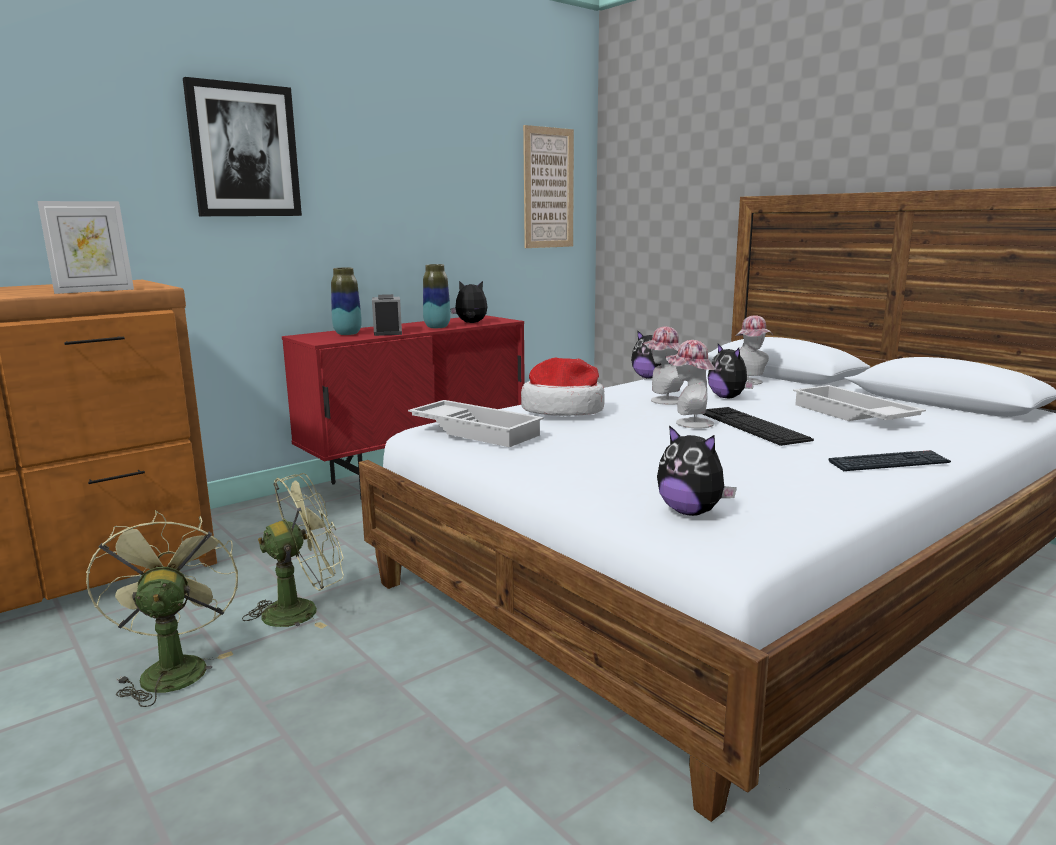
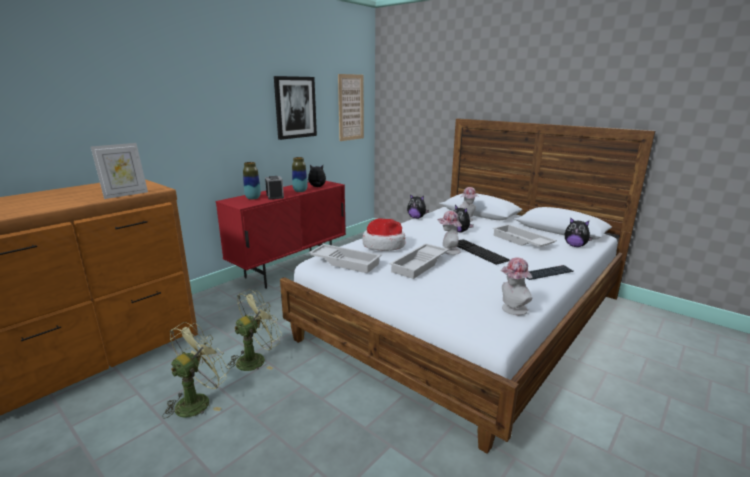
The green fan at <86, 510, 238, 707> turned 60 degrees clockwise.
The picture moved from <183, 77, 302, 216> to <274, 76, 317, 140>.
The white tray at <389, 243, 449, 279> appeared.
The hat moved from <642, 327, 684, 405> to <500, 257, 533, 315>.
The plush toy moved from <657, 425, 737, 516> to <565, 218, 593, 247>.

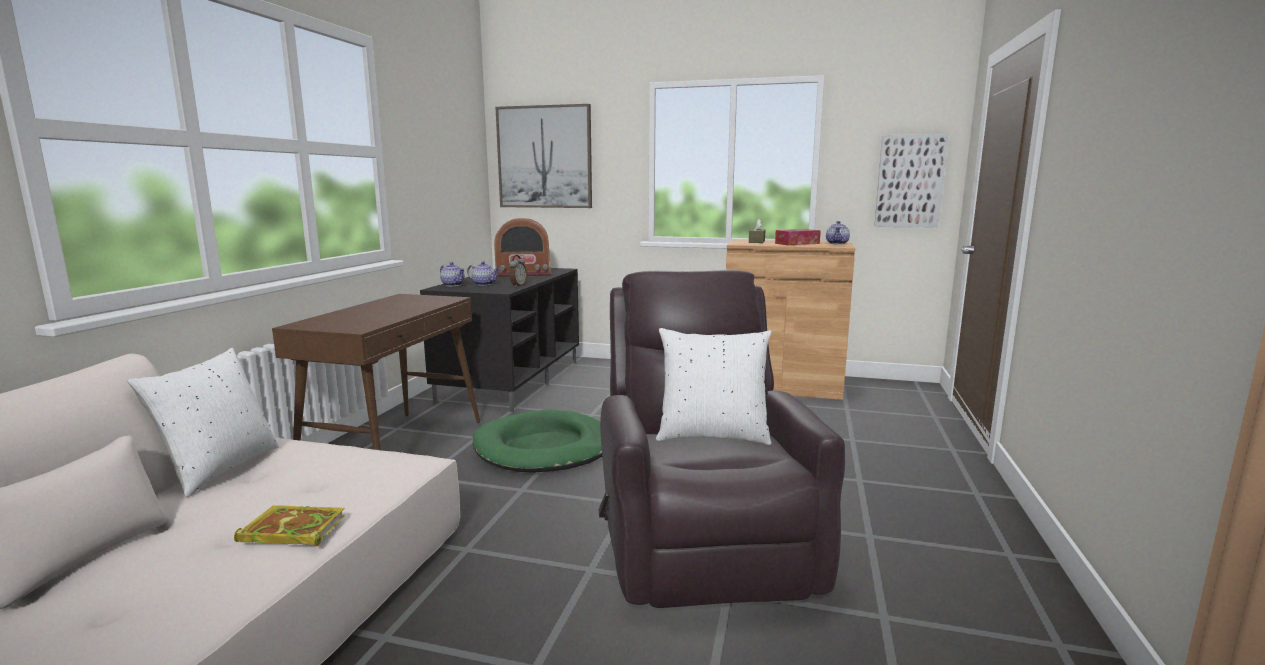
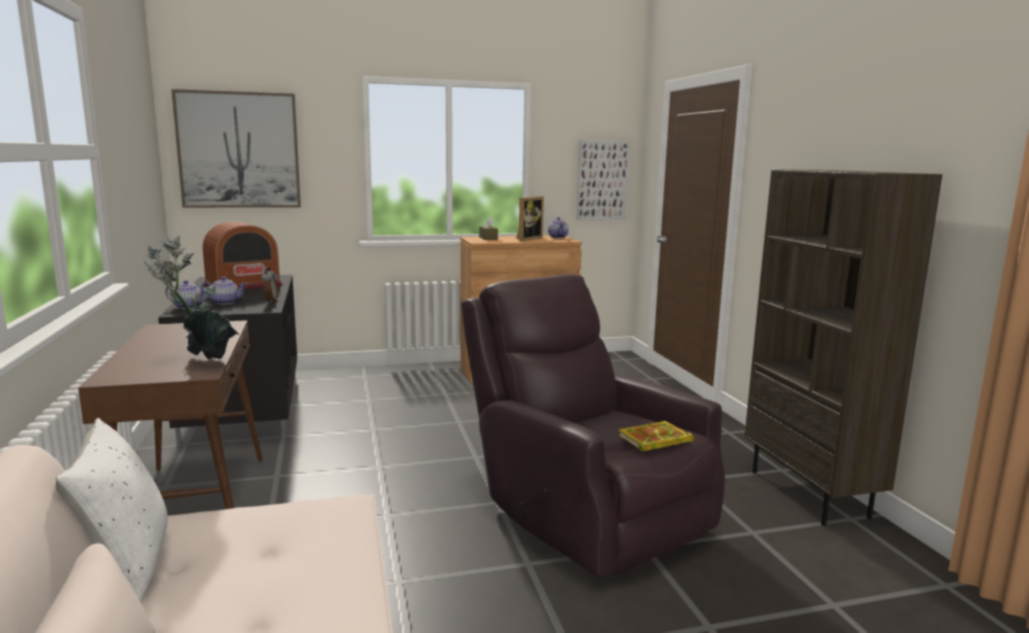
The potted plant at <145, 236, 239, 360> appeared.
The tissue box at <775, 229, 821, 245> was replaced by the picture frame at <516, 196, 544, 241>.
The book moved from <234, 505, 345, 546> to <619, 421, 694, 451>.
The brown bookcase at <744, 169, 943, 526> appeared.
The green dog bed at <473, 410, 602, 473> disappeared.
The white pillow at <656, 328, 772, 445> disappeared.

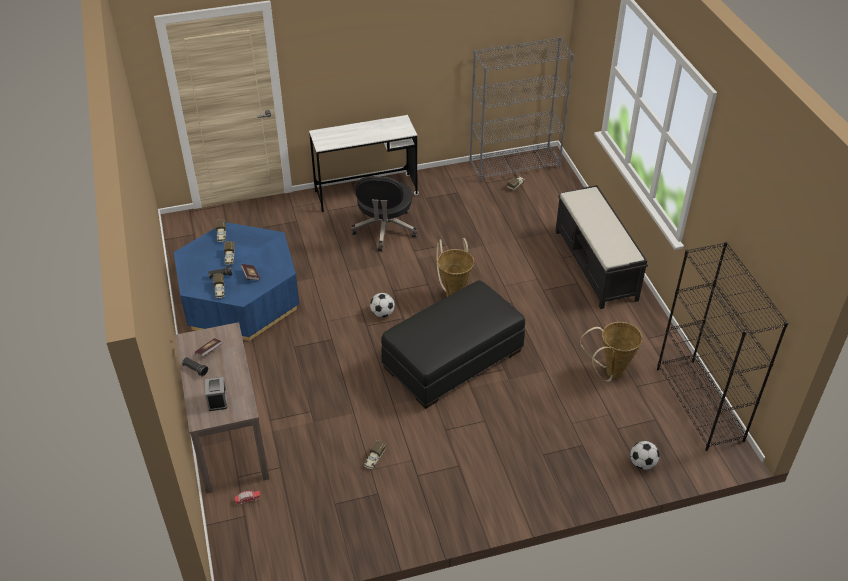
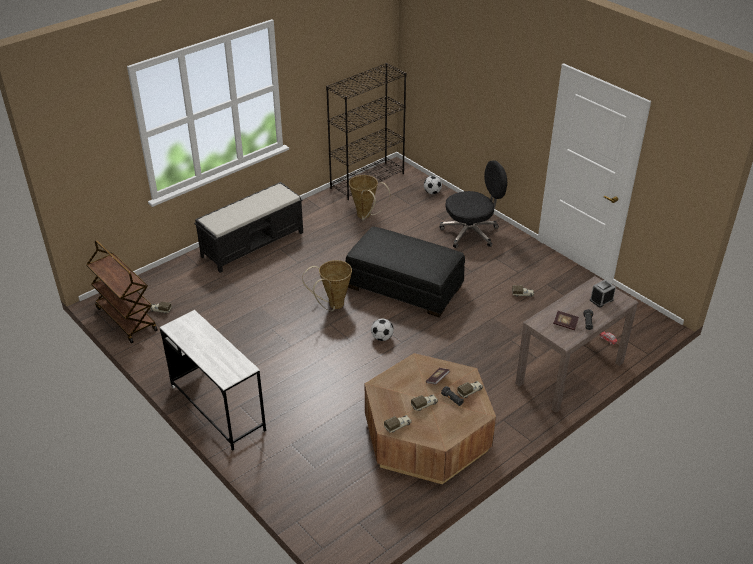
The grey bookcase at <469, 37, 574, 182> was replaced by the brown cart at <86, 240, 158, 343>.
The blue coffee table at <174, 222, 300, 341> became the brown coffee table at <365, 353, 496, 484>.
The black office chair moved from <351, 176, 418, 251> to <439, 160, 507, 248>.

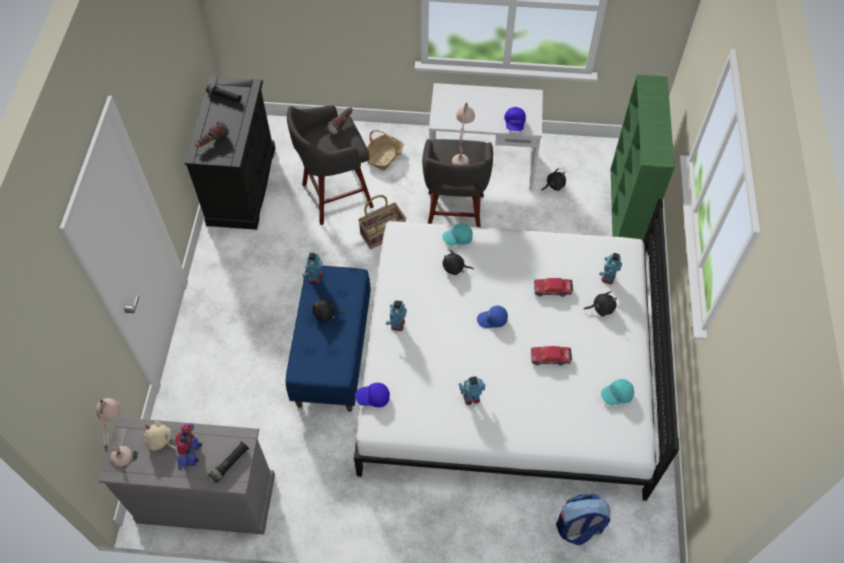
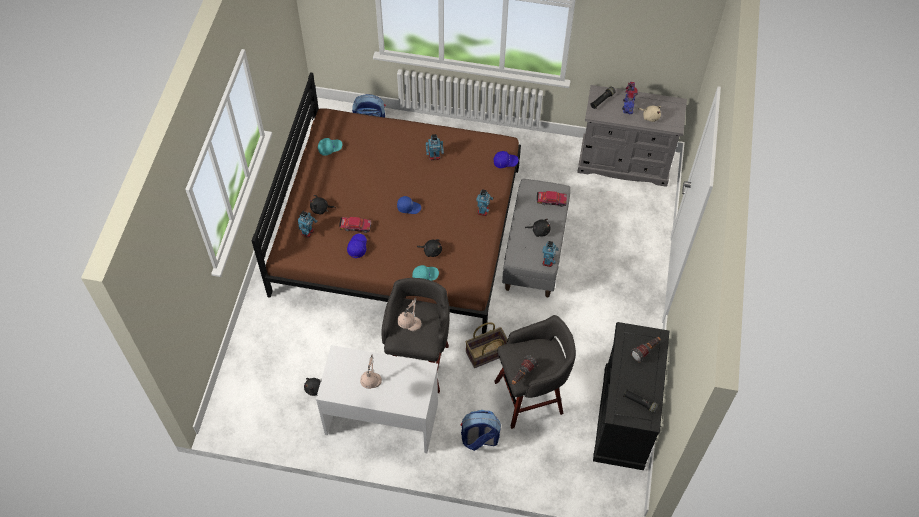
The white bed at <354, 199, 679, 501> became the brown bed at <252, 72, 521, 334>.
The blue cap moved from <504, 107, 526, 131> to <347, 233, 367, 258>.
The beige table lamp moved from <96, 398, 138, 468> to <360, 355, 382, 389>.
The basket at <367, 130, 404, 171> was replaced by the backpack at <461, 410, 501, 451>.
The blue bench at <286, 266, 371, 412> became the grey bench at <502, 179, 570, 297>.
The toy car moved from <531, 346, 572, 366> to <537, 191, 567, 207>.
The green bookcase at <611, 75, 675, 241> disappeared.

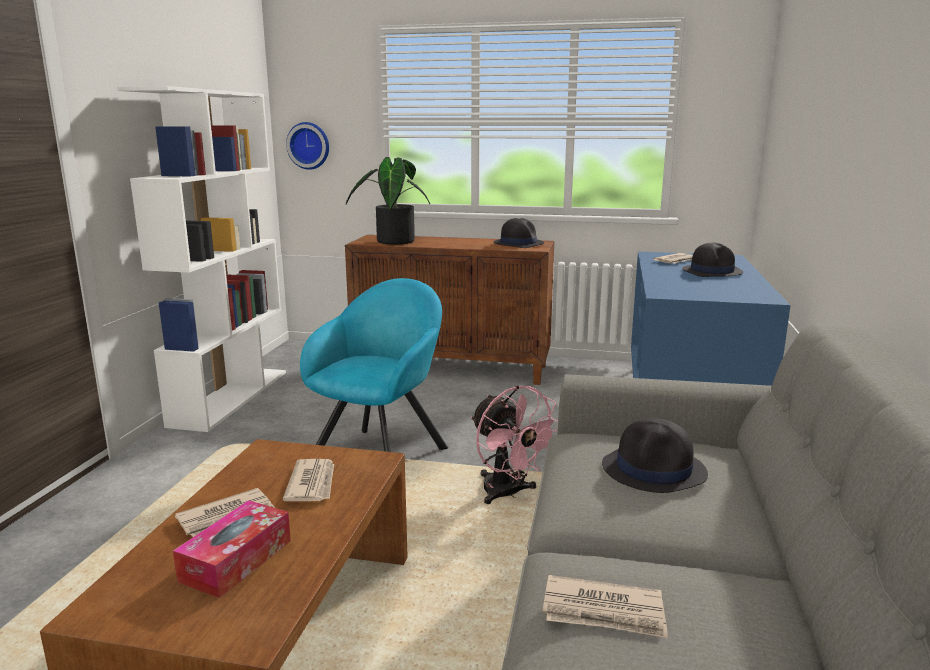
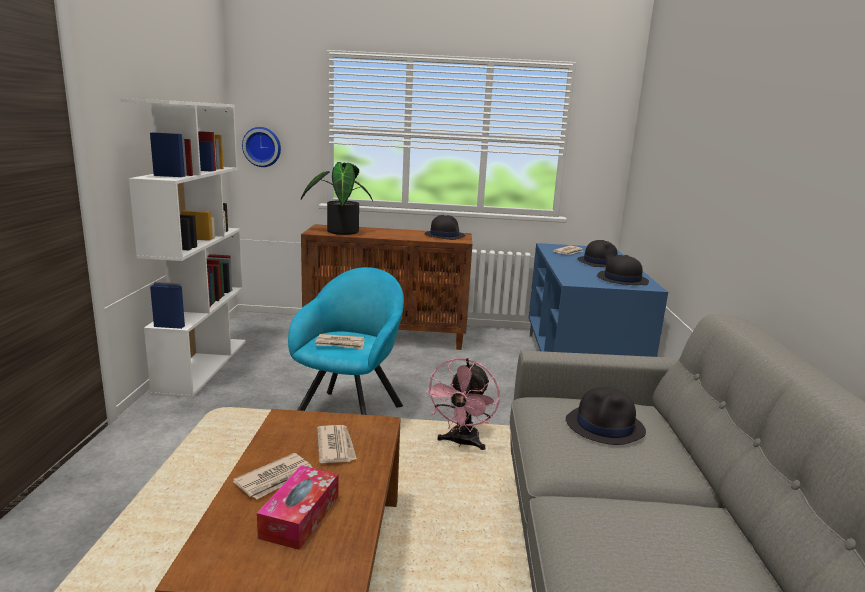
The newspaper moved from <543, 575, 668, 638> to <315, 334, 365, 349>.
The pink fan at <471, 385, 558, 504> turned 60 degrees clockwise.
The black hat at <597, 255, 649, 285> appeared.

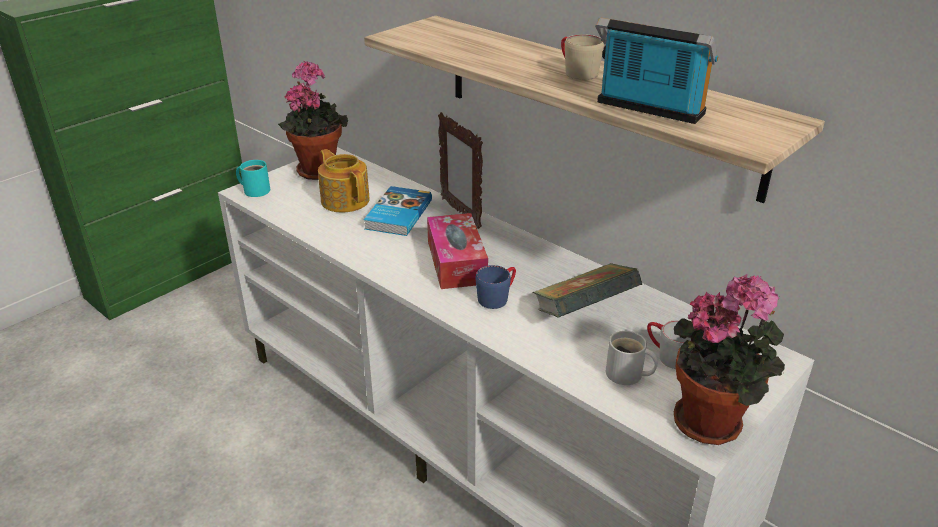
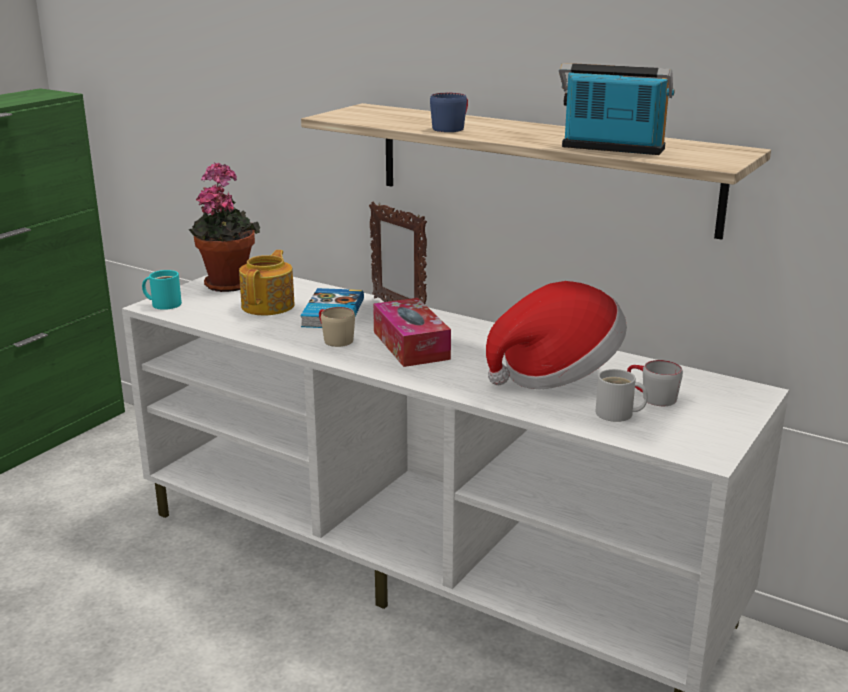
The teapot at <318, 149, 370, 213> turned 60 degrees clockwise.
The beige mug moved from <561, 34, 604, 80> to <319, 307, 355, 347>.
The blue mug moved from <476, 265, 516, 309> to <430, 93, 468, 132>.
The book at <533, 263, 642, 318> was replaced by the hat at <486, 281, 627, 390>.
The potted plant at <674, 274, 785, 445> disappeared.

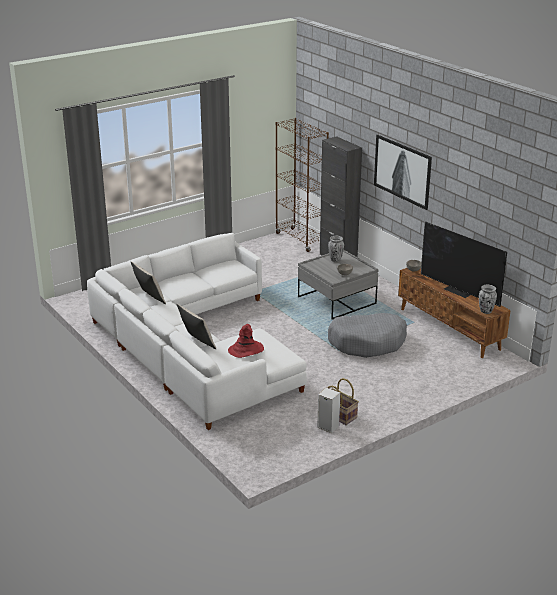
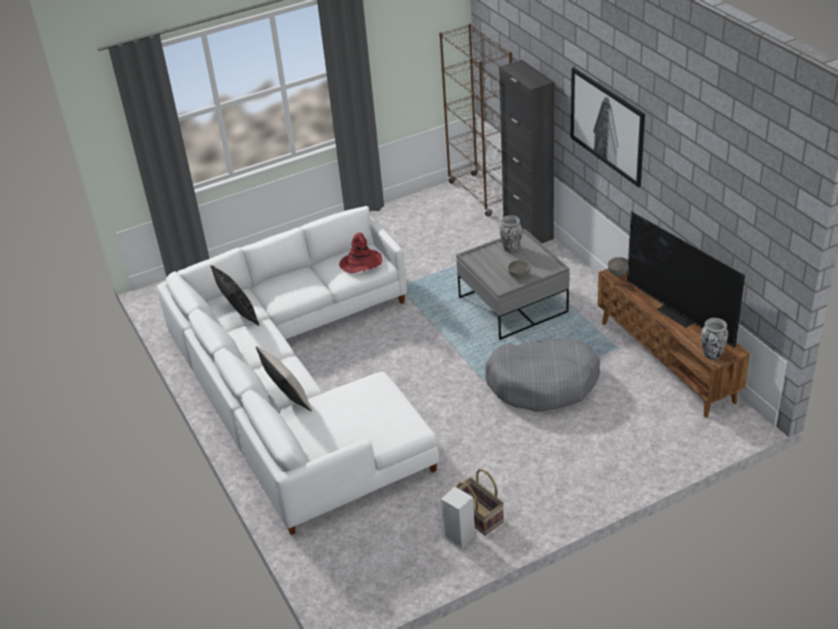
The beige pillow at <131, 262, 166, 304> became the black pillow at <210, 265, 259, 326>.
The red hat moved from <228, 324, 264, 358> to <339, 232, 383, 273>.

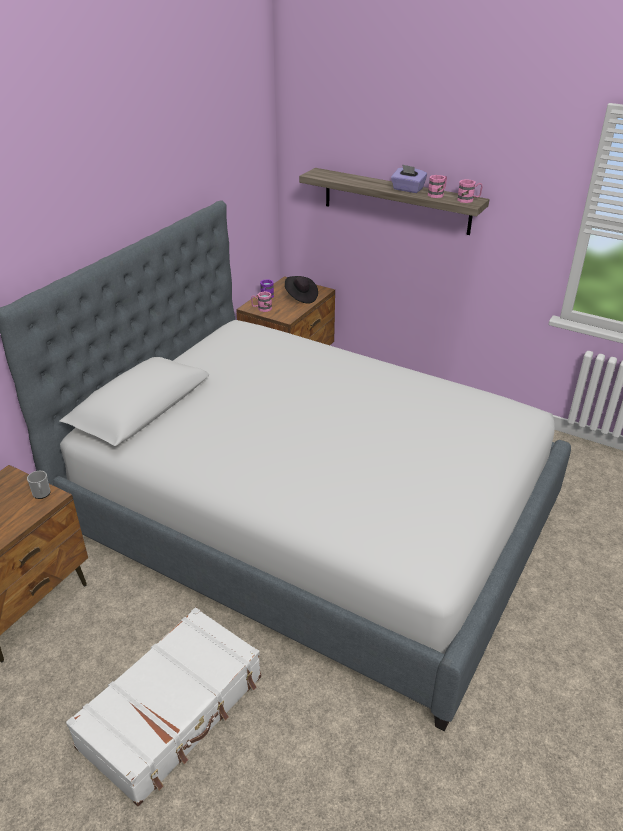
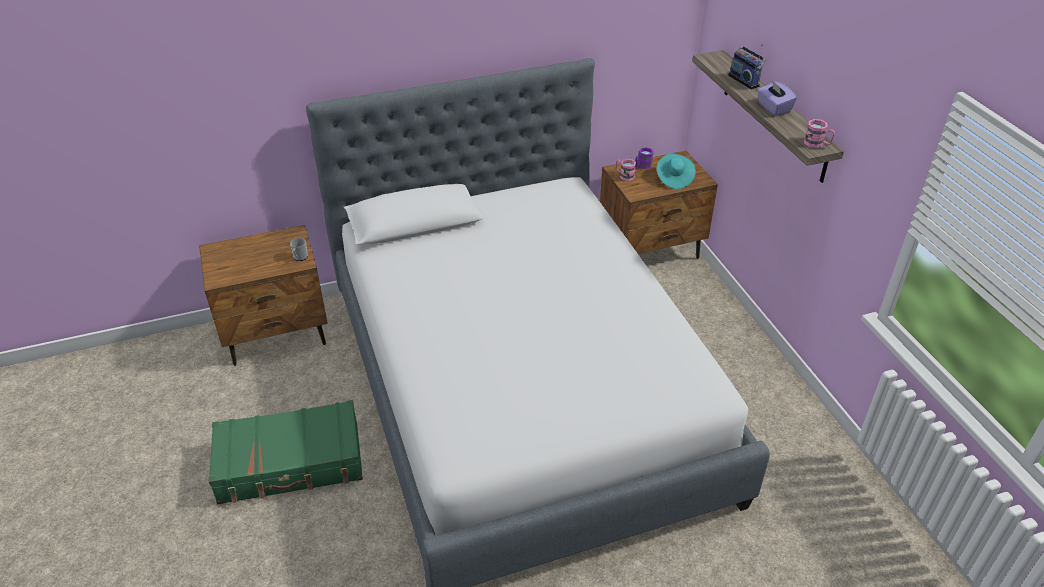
The white suitcase at <66, 607, 261, 806> became the green suitcase at <209, 400, 363, 505>.
The black hat at <285, 276, 318, 304> became the turquoise hat at <656, 153, 696, 189>.
The radio at <728, 44, 766, 89> appeared.
The pink mug at <428, 175, 447, 198> disappeared.

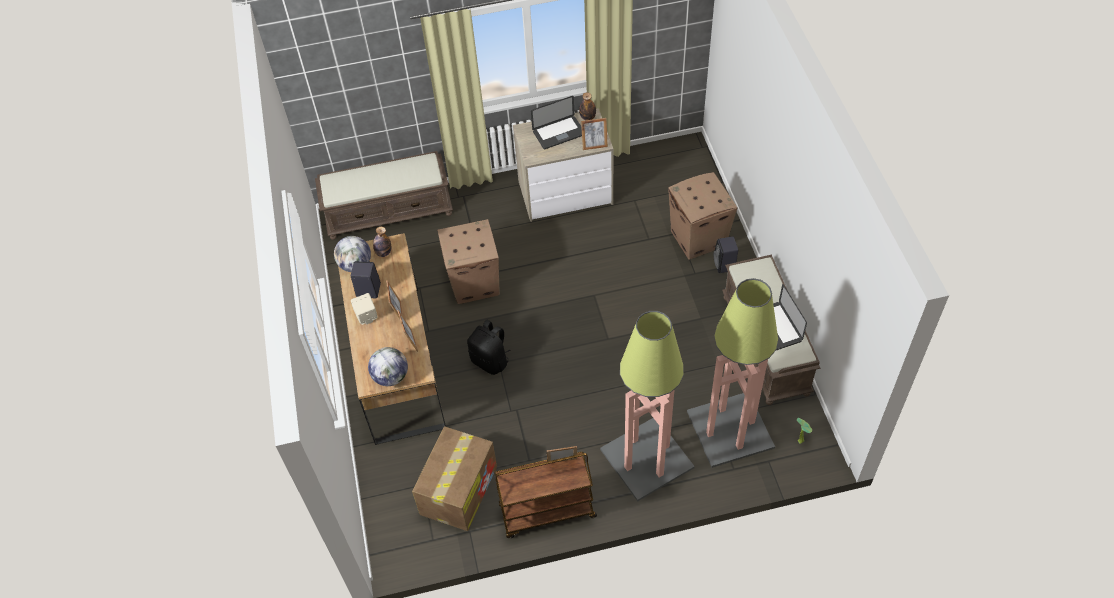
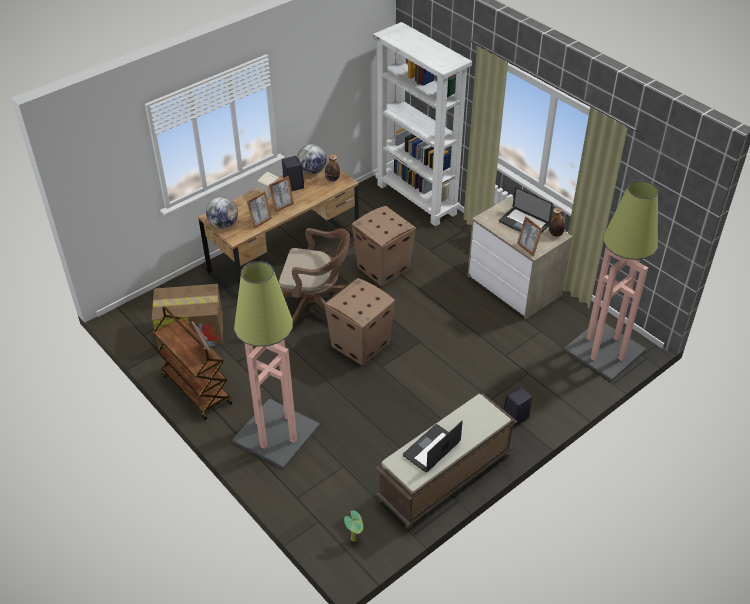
The black backpack at <467, 320, 510, 375> was replaced by the brown office chair at <279, 228, 350, 326>.
The cardboard box moved from <668, 172, 738, 260> to <325, 278, 395, 366>.
The brown bench at <315, 151, 453, 240> was replaced by the white bookcase at <373, 22, 472, 226>.
The floor lamp moved from <687, 278, 778, 468> to <564, 180, 658, 382>.

